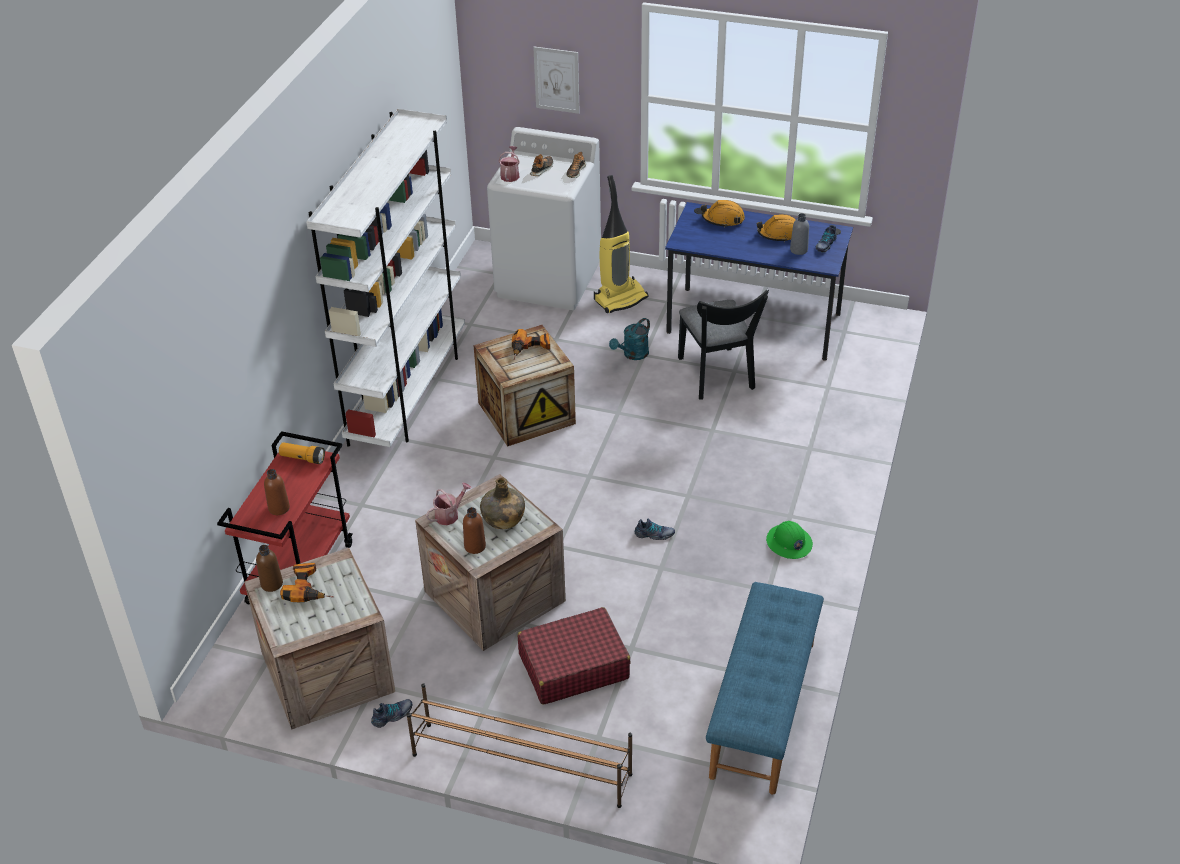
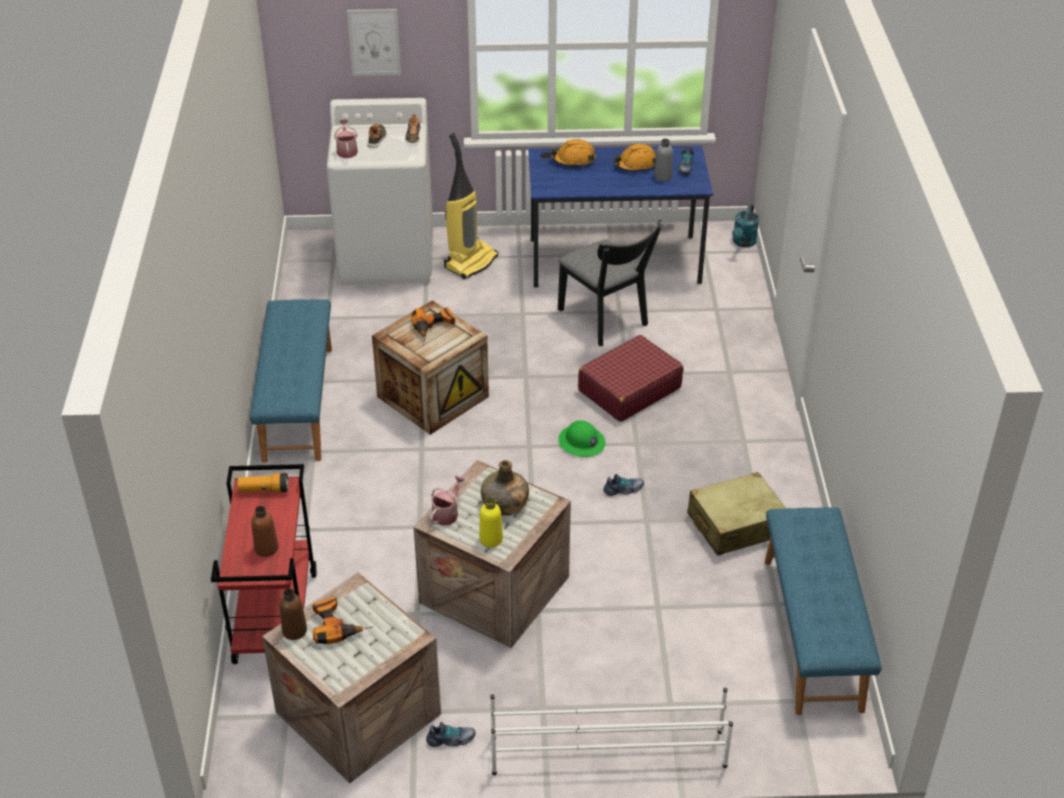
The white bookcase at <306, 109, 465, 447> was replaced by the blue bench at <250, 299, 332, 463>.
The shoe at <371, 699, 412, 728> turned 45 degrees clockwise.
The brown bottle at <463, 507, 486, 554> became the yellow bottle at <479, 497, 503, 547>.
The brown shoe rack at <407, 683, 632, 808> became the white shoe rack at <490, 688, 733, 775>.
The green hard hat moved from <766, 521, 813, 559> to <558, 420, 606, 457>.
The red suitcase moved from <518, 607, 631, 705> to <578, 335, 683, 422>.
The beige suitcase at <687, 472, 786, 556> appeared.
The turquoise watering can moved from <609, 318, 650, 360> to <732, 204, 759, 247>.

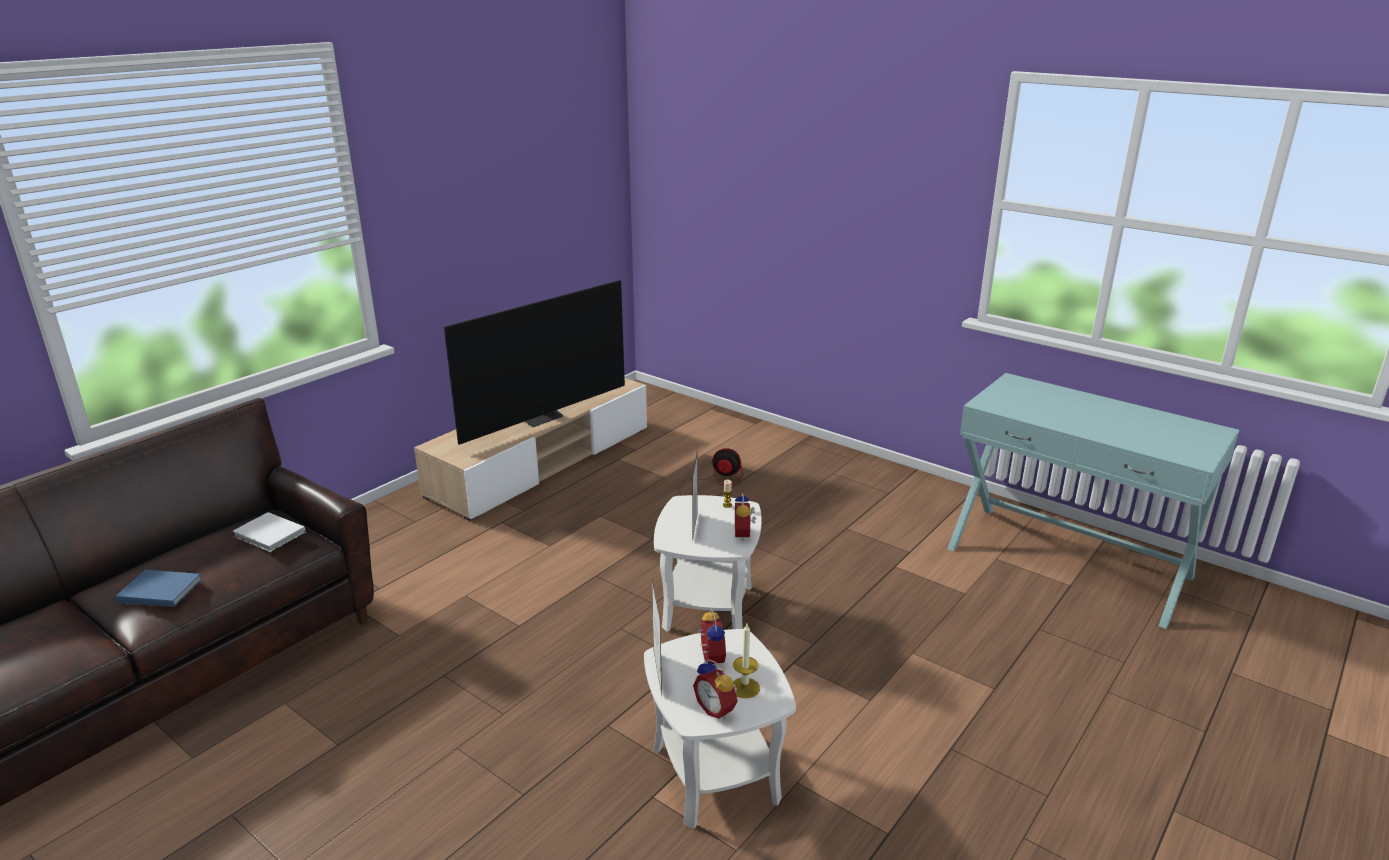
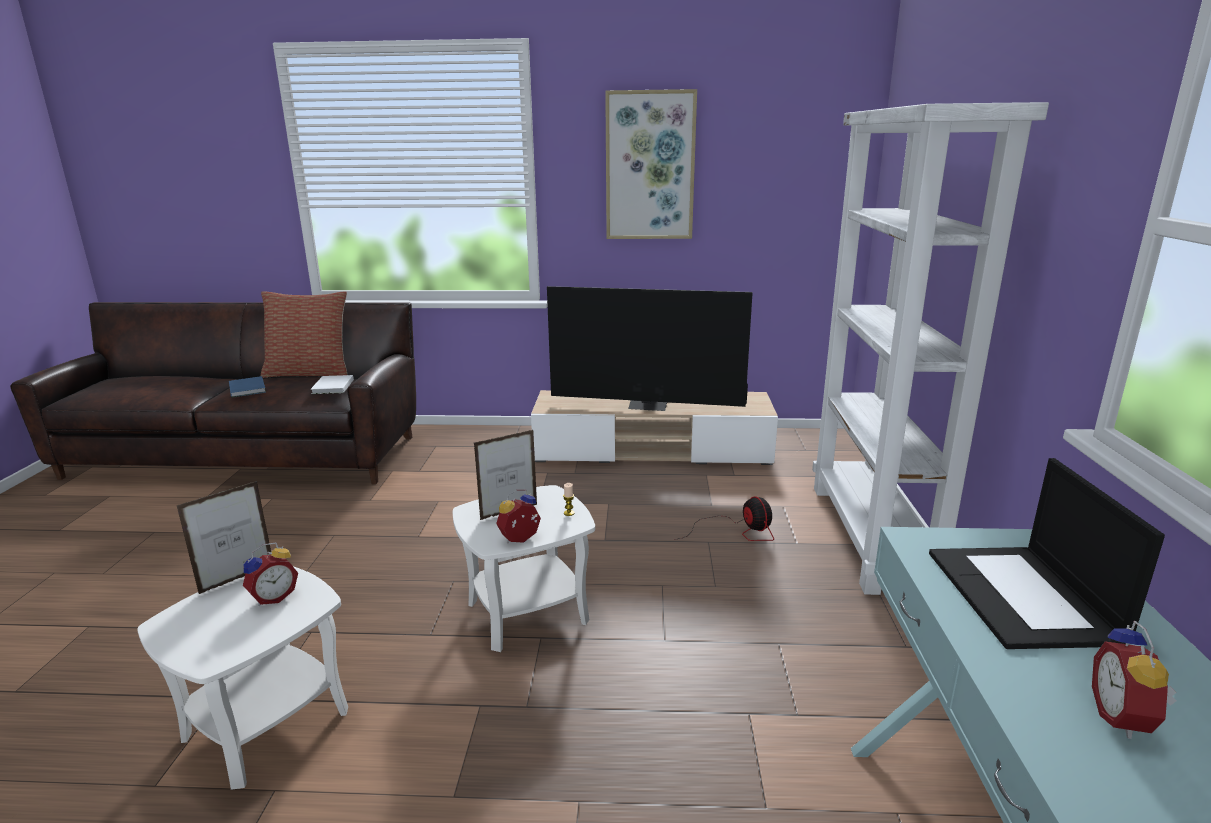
The pillow at <261, 291, 347, 378> appeared.
The picture at <605, 89, 697, 239> appeared.
The white bookcase at <812, 102, 1049, 595> appeared.
The laptop at <929, 458, 1165, 649> appeared.
The alarm clock moved from <693, 659, 738, 719> to <1092, 621, 1177, 739>.
The candle at <733, 624, 760, 698> disappeared.

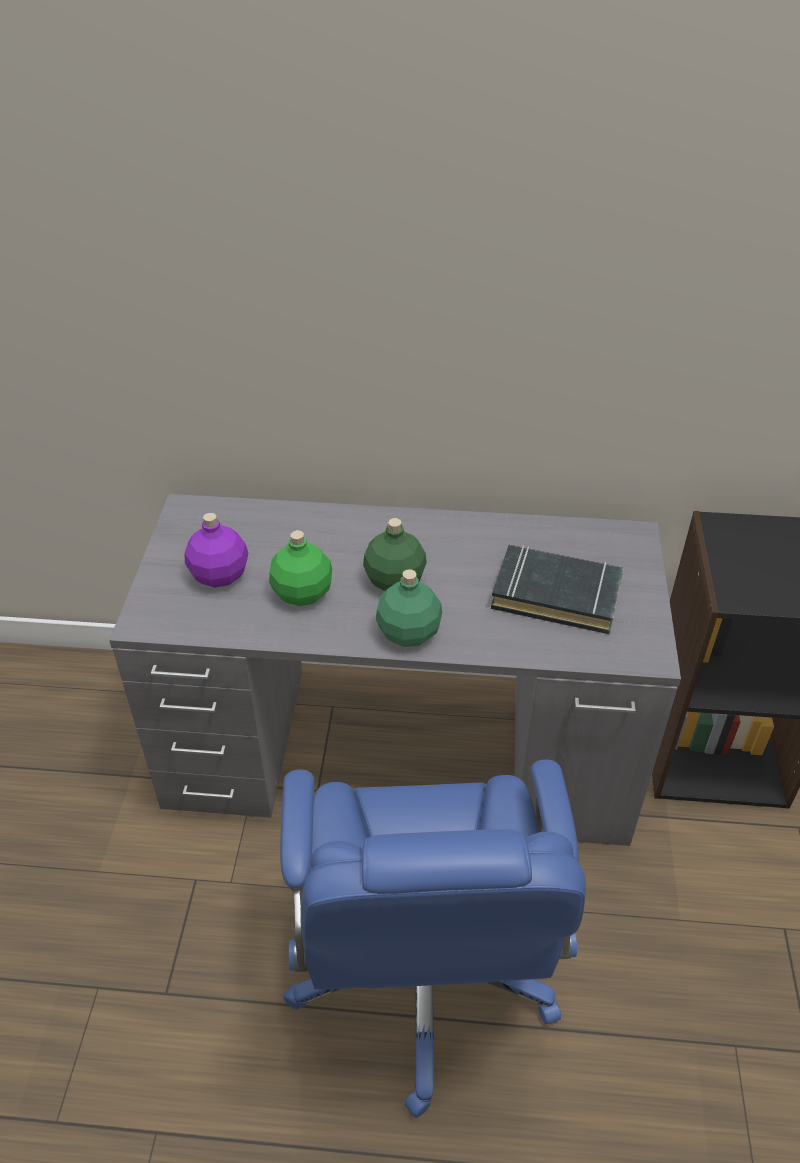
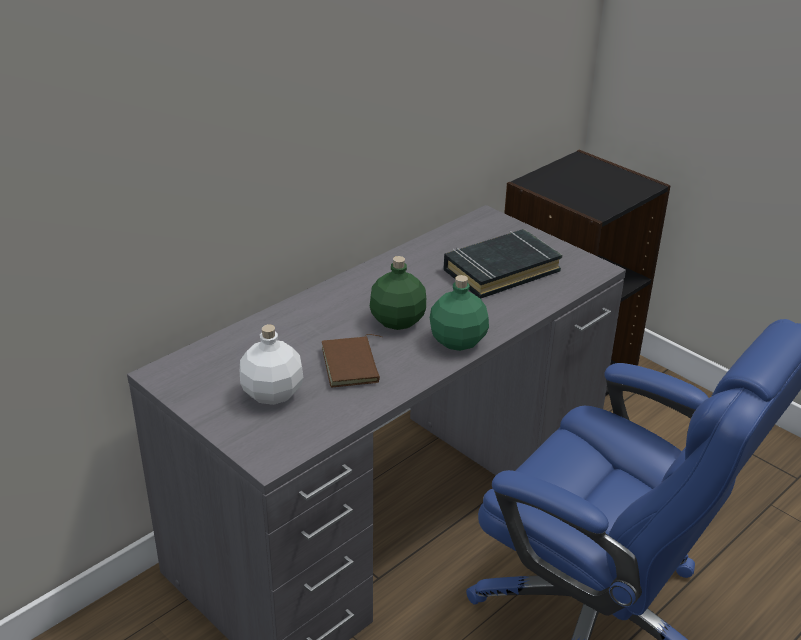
The purple bottle at <184, 513, 248, 588> became the white bottle at <240, 324, 303, 405>.
The green bottle at <269, 530, 332, 606> was replaced by the brown book at <322, 334, 382, 387>.

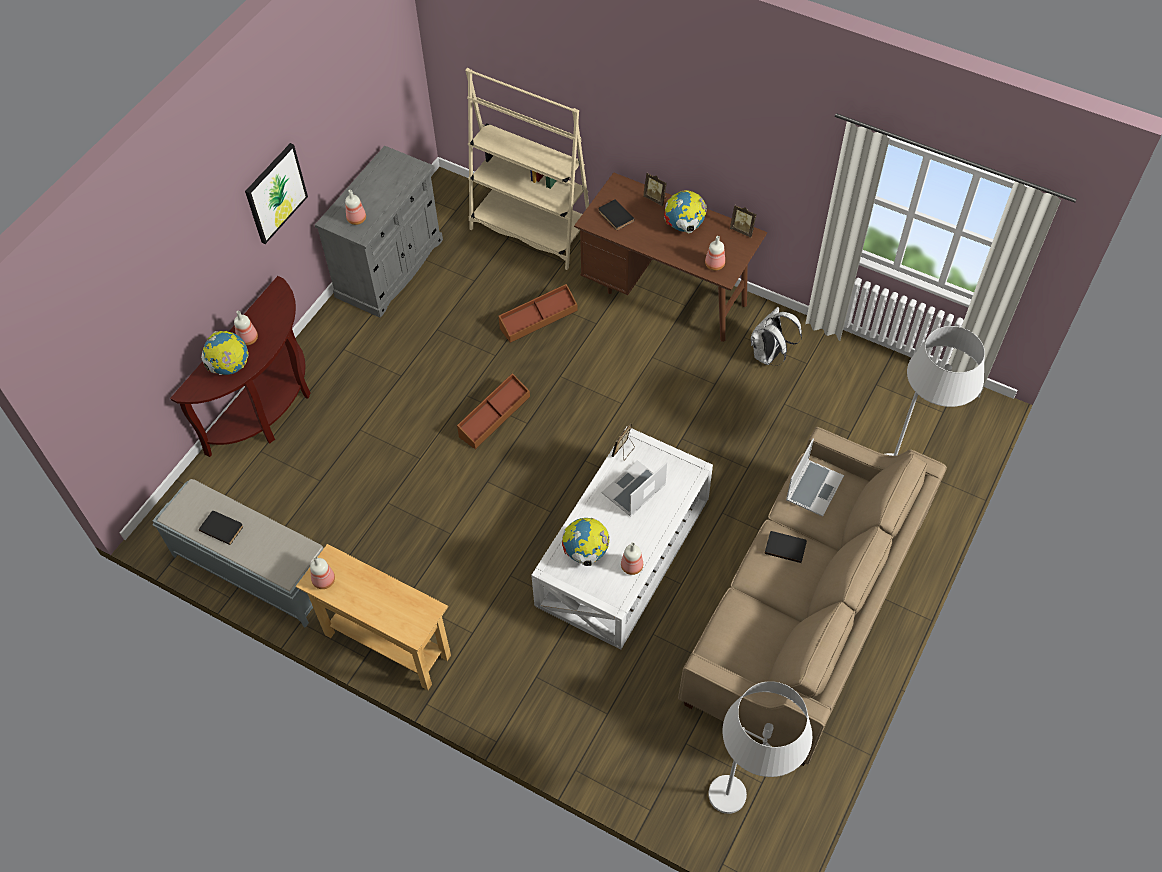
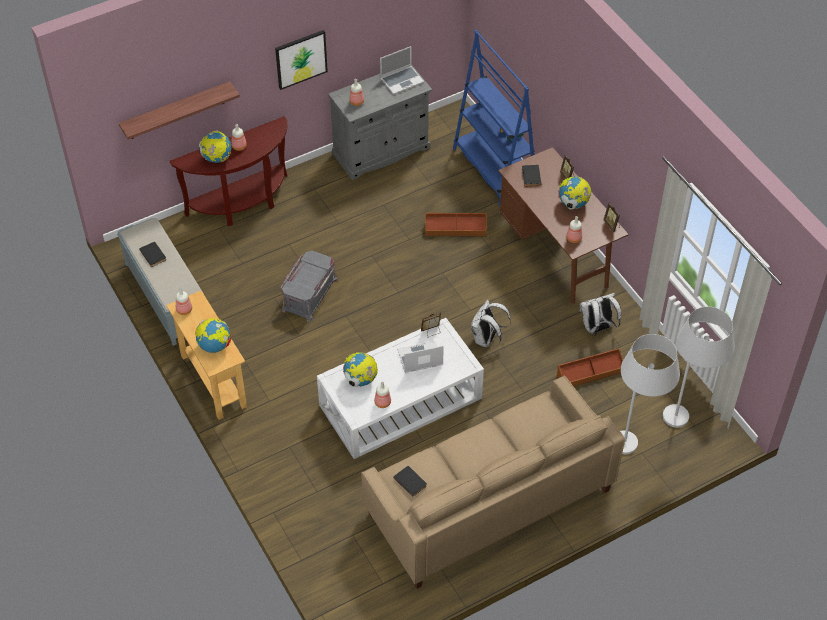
The shelf at <119, 81, 240, 140> appeared.
The globe at <195, 318, 231, 353> appeared.
The grey storage box at <281, 251, 338, 322> appeared.
The laptop moved from <786, 439, 844, 517> to <380, 46, 424, 95>.
The black book moved from <764, 531, 807, 563> to <393, 466, 427, 497>.
The beige bookcase at <465, 68, 589, 270> became the blue bookcase at <453, 30, 535, 206>.
The white backpack at <471, 299, 511, 347> appeared.
The brown storage box moved from <457, 373, 530, 449> to <557, 348, 623, 386>.
The white floor lamp moved from <708, 681, 812, 814> to <663, 307, 735, 428>.

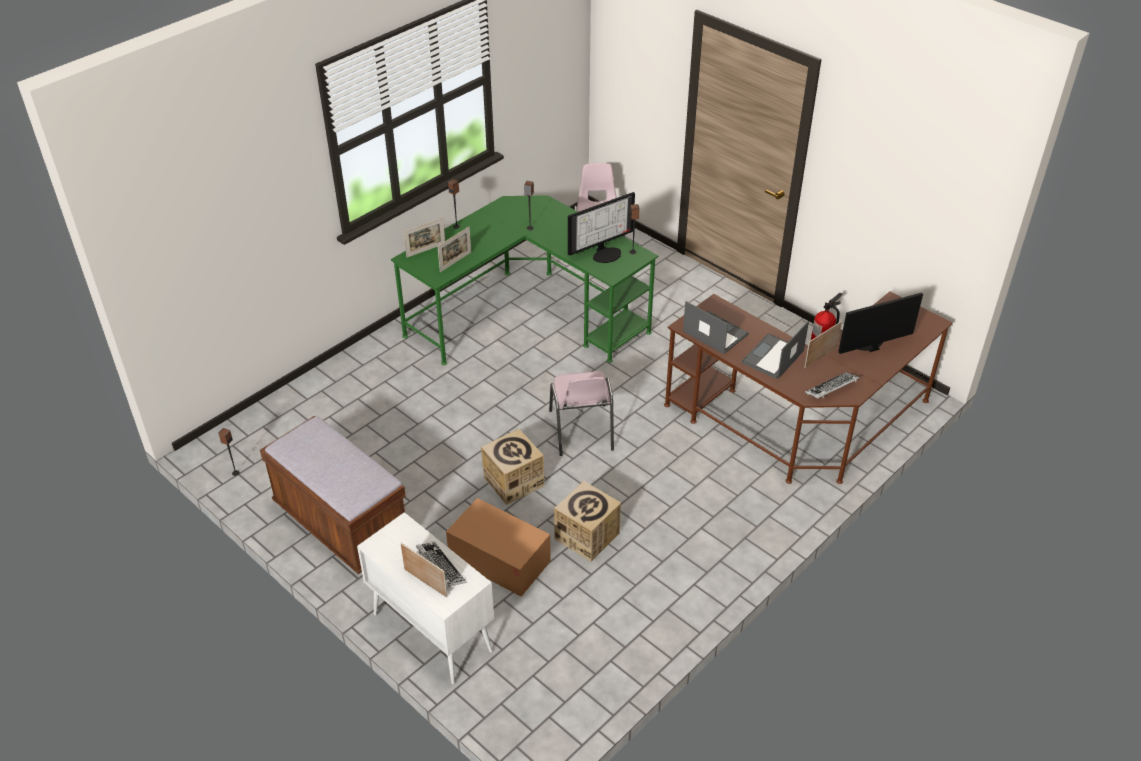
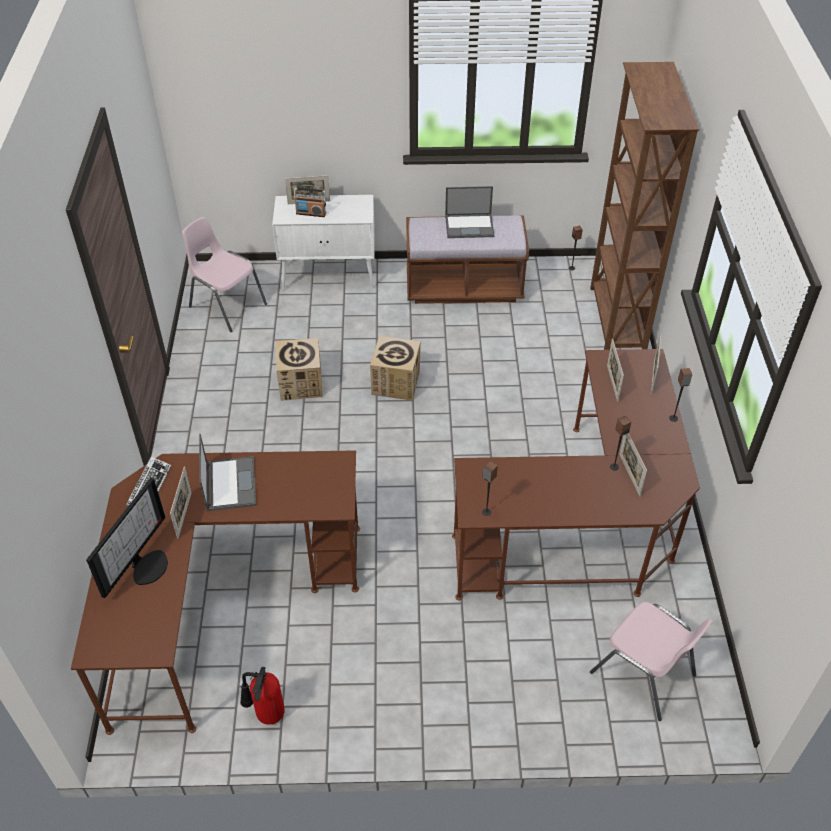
The pink chair moved from <549, 371, 614, 456> to <182, 217, 267, 332>.
The keyboard at <416, 541, 467, 587> was replaced by the radio at <294, 187, 326, 217>.
The laptop moved from <683, 301, 749, 354> to <445, 186, 495, 238>.
The green desk at <391, 195, 658, 365> became the brown desk at <452, 349, 700, 600>.
The brown bookcase at <590, 62, 700, 350> appeared.
The picture frame at <619, 433, 647, 496> appeared.
The cardboard box at <446, 498, 551, 597> disappeared.
The monitor at <568, 192, 635, 263> disappeared.

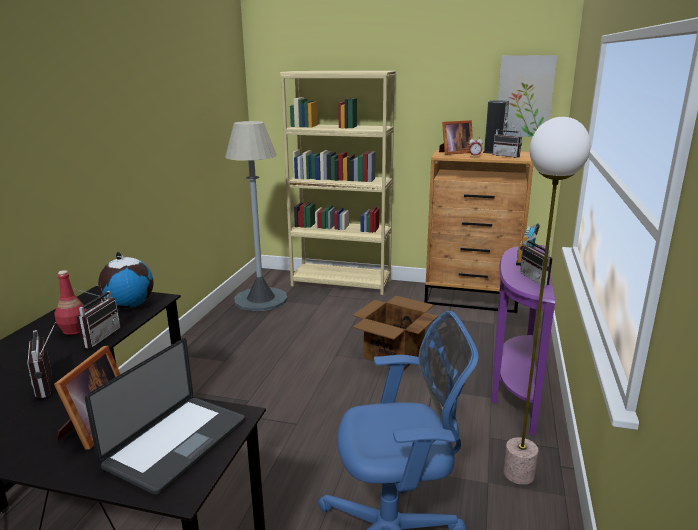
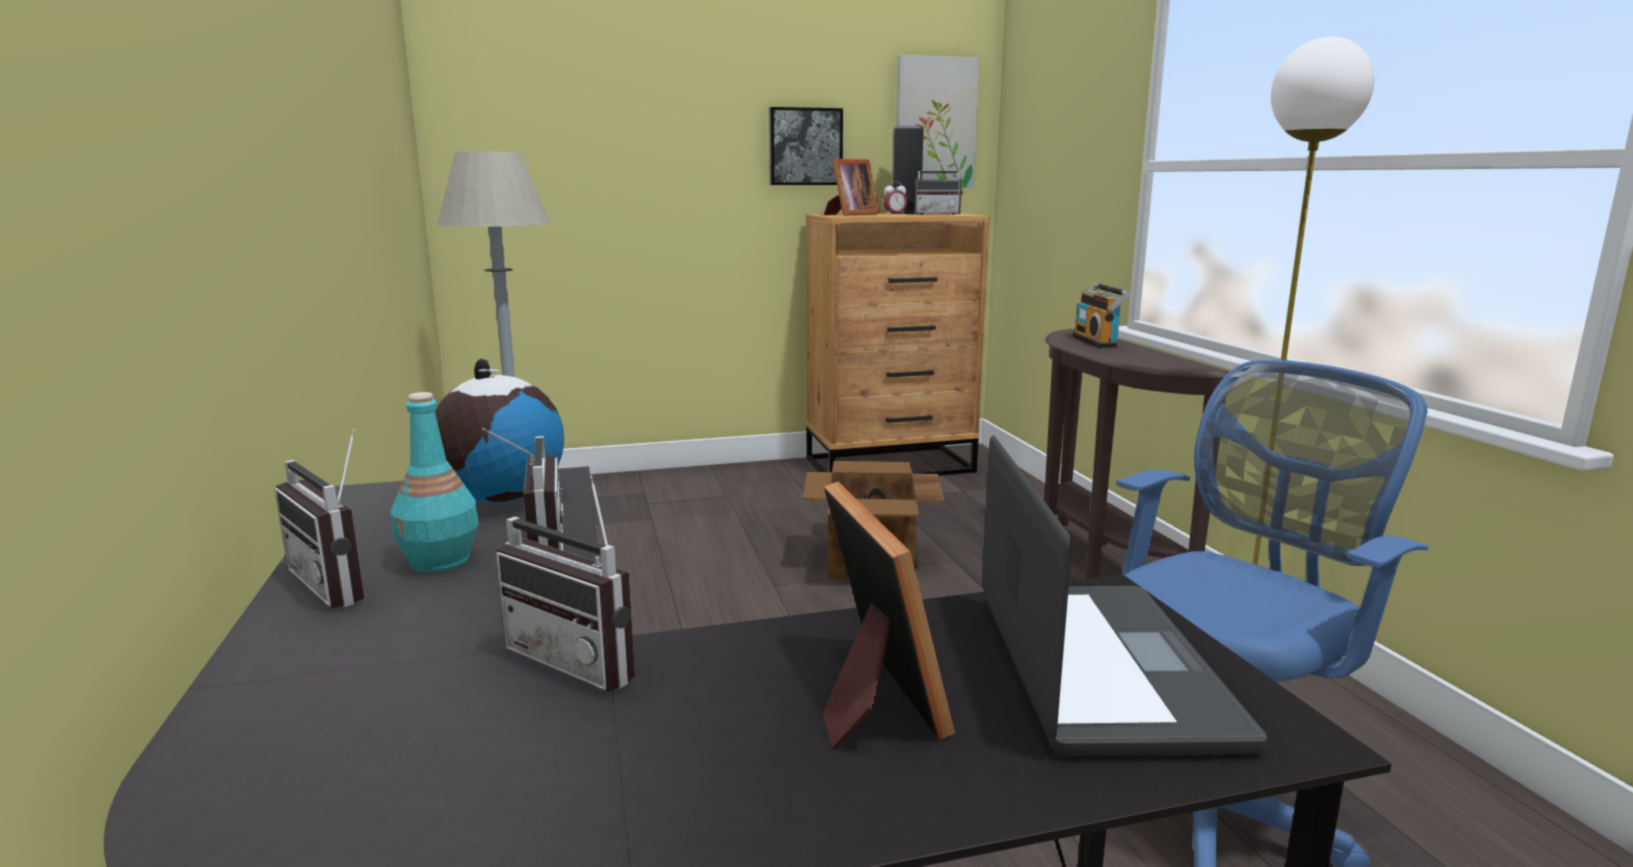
The radio moved from <520, 235, 553, 286> to <274, 429, 364, 608>.
The red bottle at <54, 270, 87, 335> became the turquoise bottle at <390, 392, 479, 572>.
The picture at <769, 107, 843, 185> appeared.
The purple console table at <491, 245, 556, 436> became the brown console table at <1044, 329, 1229, 579>.
The beige bookcase at <280, 71, 396, 295> disappeared.

